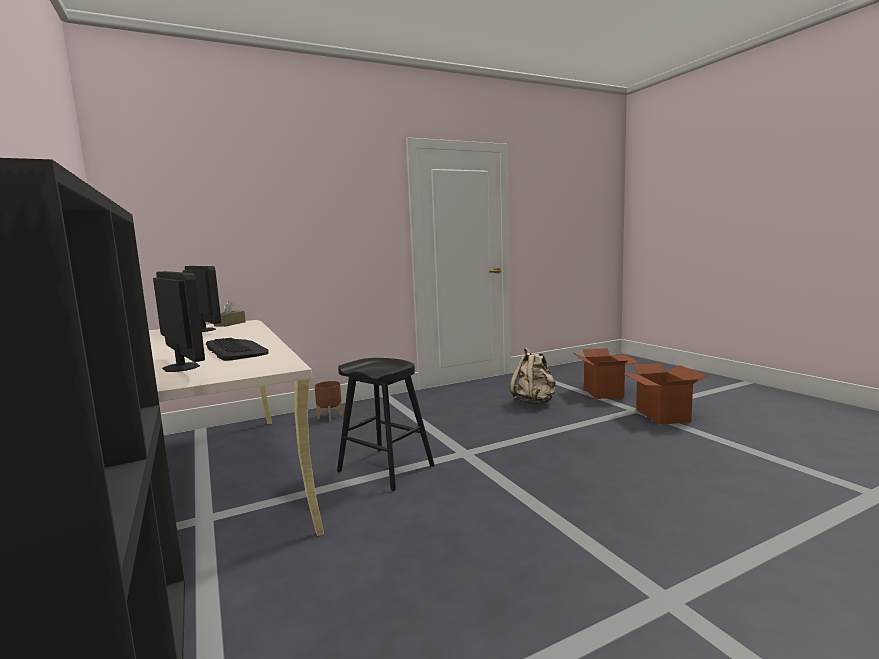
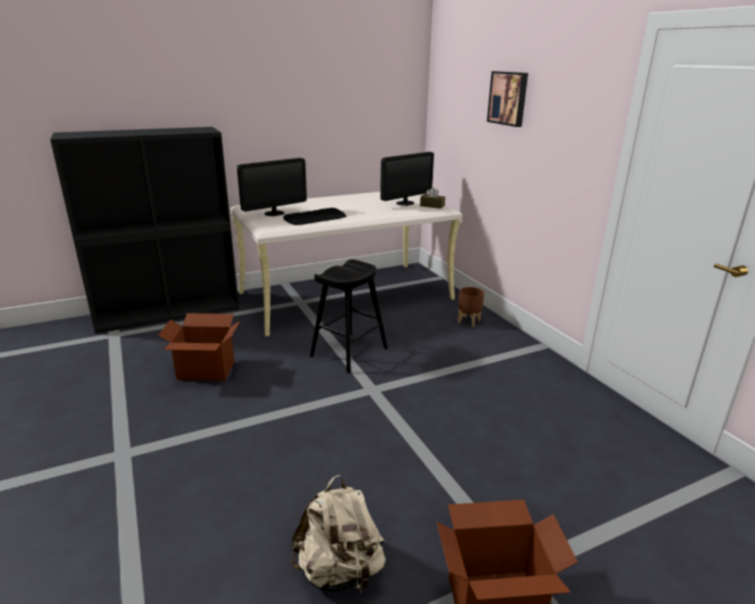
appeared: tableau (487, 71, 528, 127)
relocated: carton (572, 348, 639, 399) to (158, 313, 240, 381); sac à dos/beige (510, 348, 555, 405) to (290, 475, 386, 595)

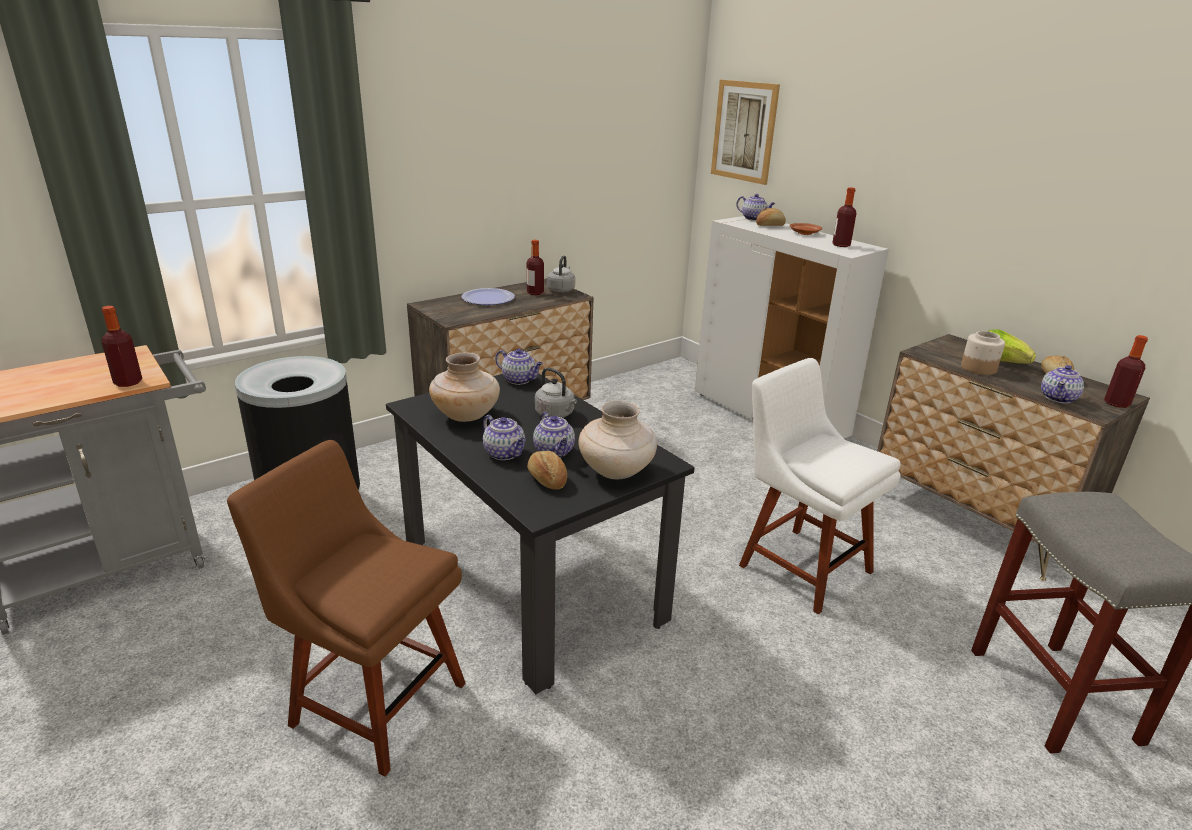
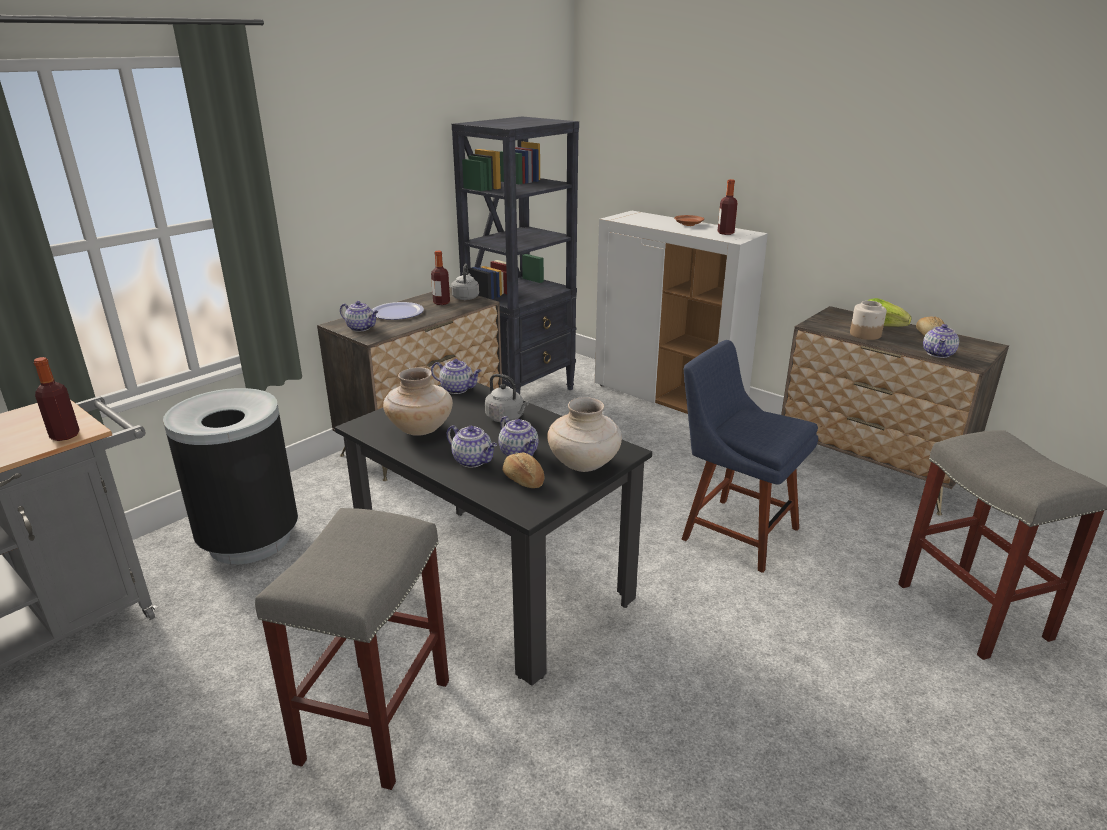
missing: tableau (711, 80, 780, 185); pain (756, 208, 786, 226); bouteille (1104, 335, 1148, 408)
appeared: bibliothèque/noir (452, 117, 579, 394)
relocated: théière (736, 194, 775, 221) to (340, 301, 378, 332)
exchanged: chaise/marron (227, 440, 466, 777) to tabouret/gris (255, 508, 449, 790)
colour: chaise/blanc (739, 358, 901, 614) to chaise/bleu (681, 340, 818, 573)

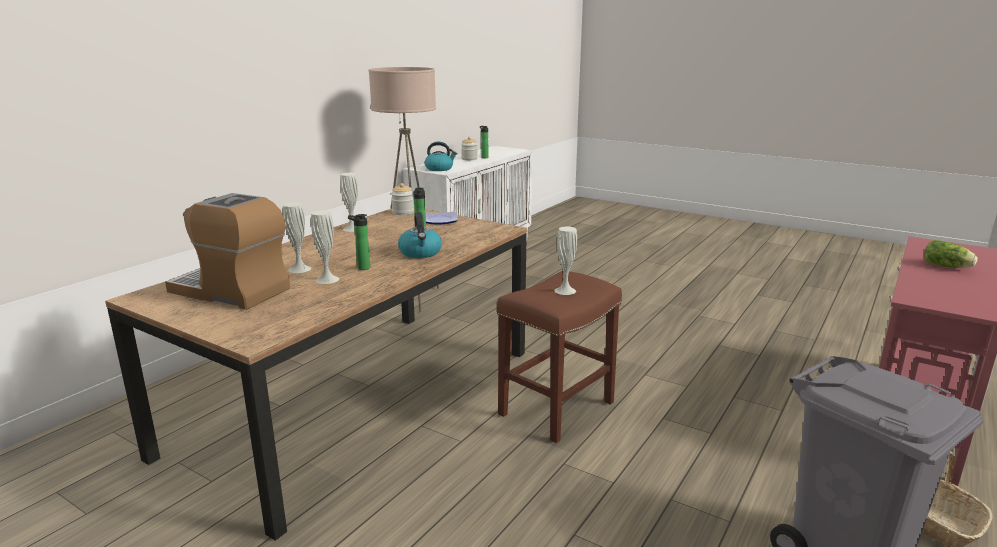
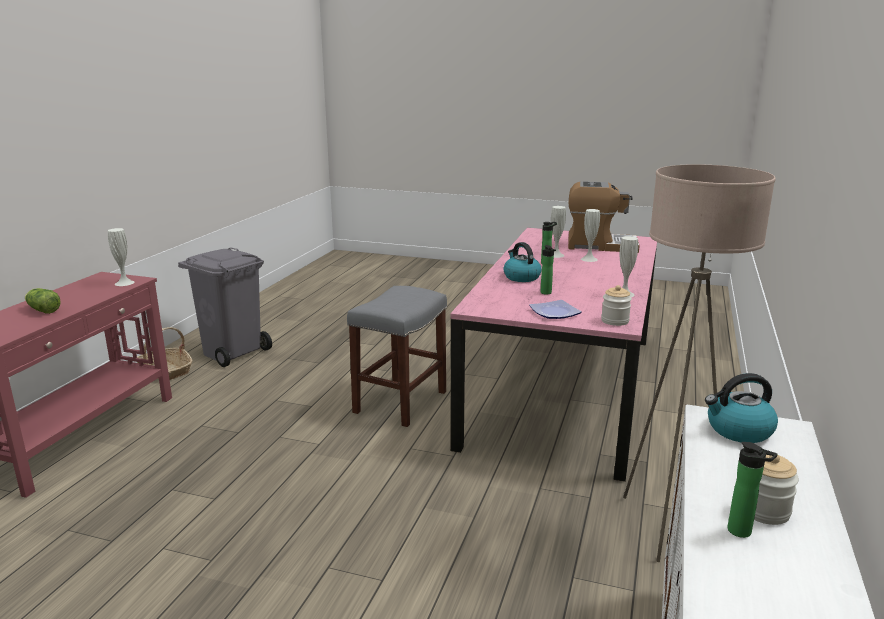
relocated: vase/blanc (554, 227, 577, 295) to (108, 228, 134, 286)
colour: tabouret/marron (497, 271, 622, 443) to tabouret/gris (347, 286, 447, 427); table à manger/marron (105, 208, 527, 541) to table à manger/rose (450, 228, 657, 482)

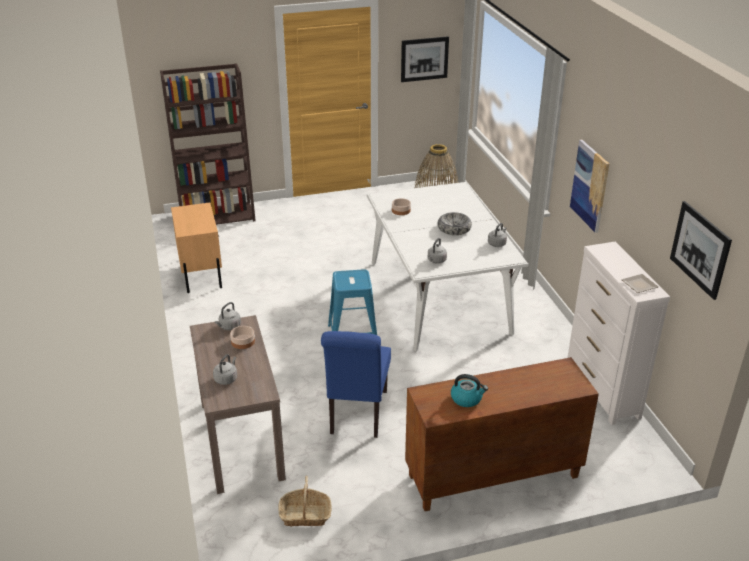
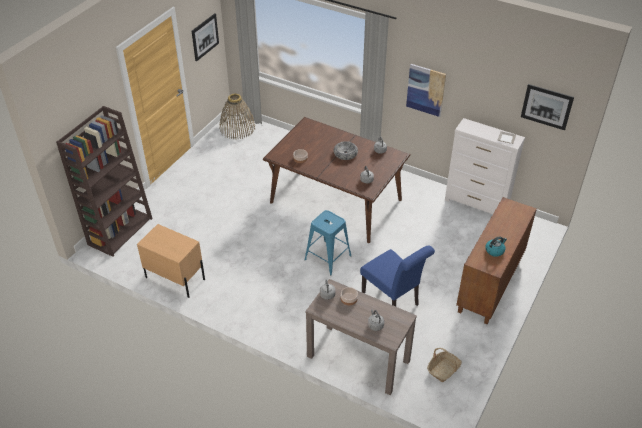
colour: table à manger/blanc (367, 182, 528, 351) to table à manger/marron (263, 117, 410, 243)

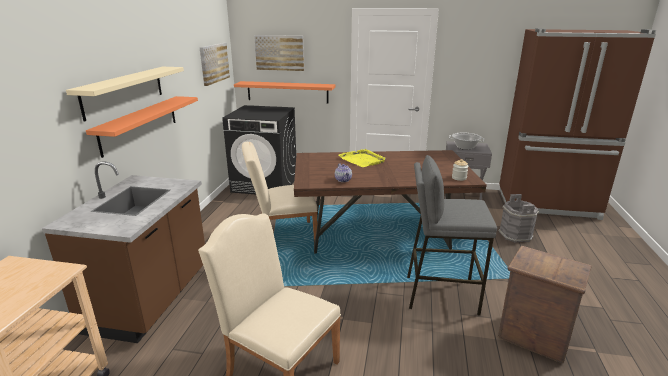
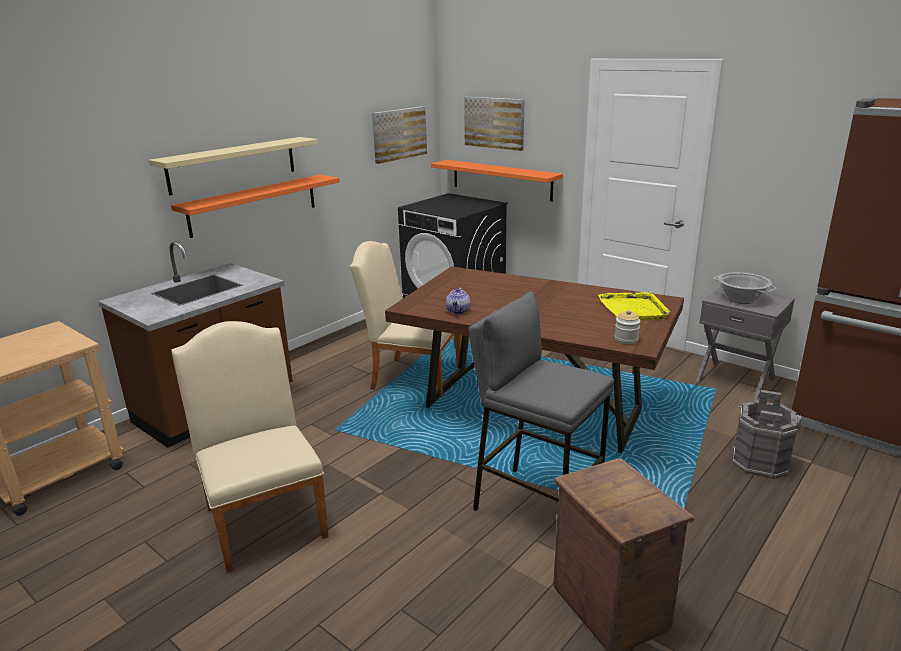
relocated: plateau/jaune (338, 149, 386, 167) to (598, 292, 670, 321)

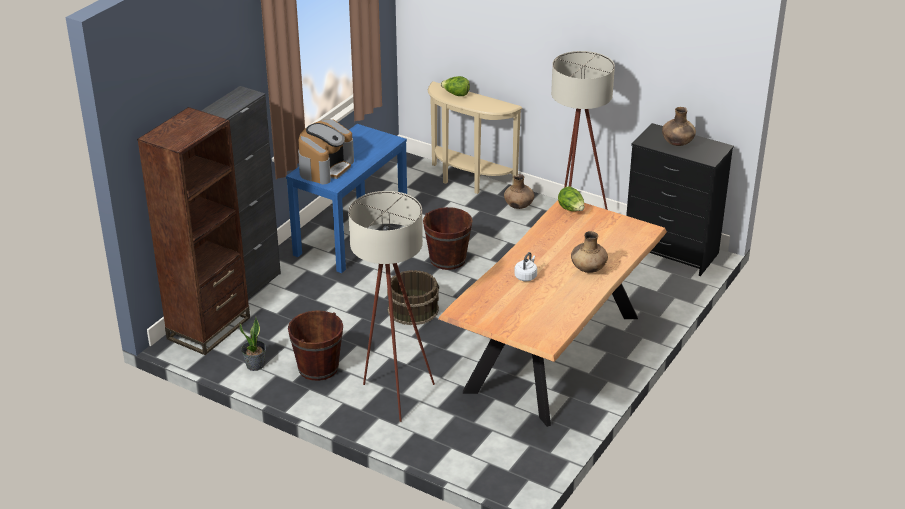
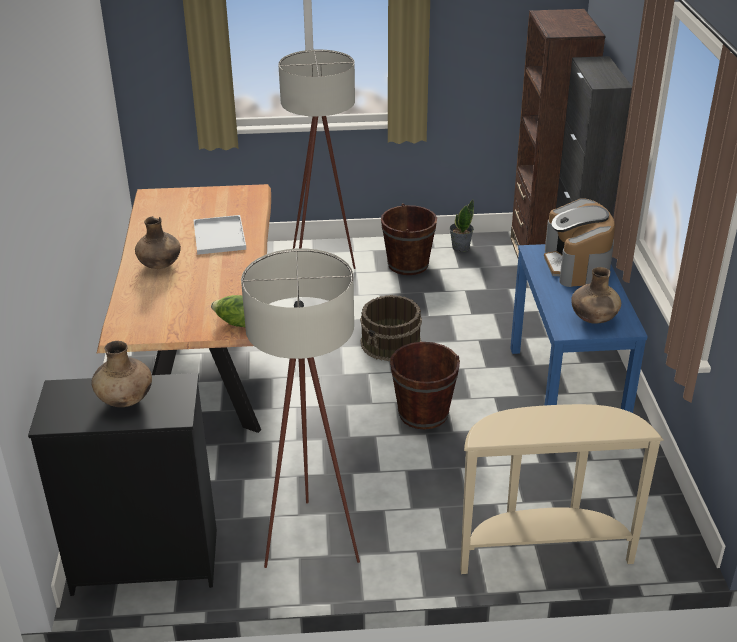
missing: laitue (441, 76, 470, 96)
relocated: vase/marron (504, 174, 535, 209) to (571, 267, 621, 324)
exchanged: bouilloire/blanc (514, 252, 537, 281) to plateau/blanc (194, 215, 246, 255)

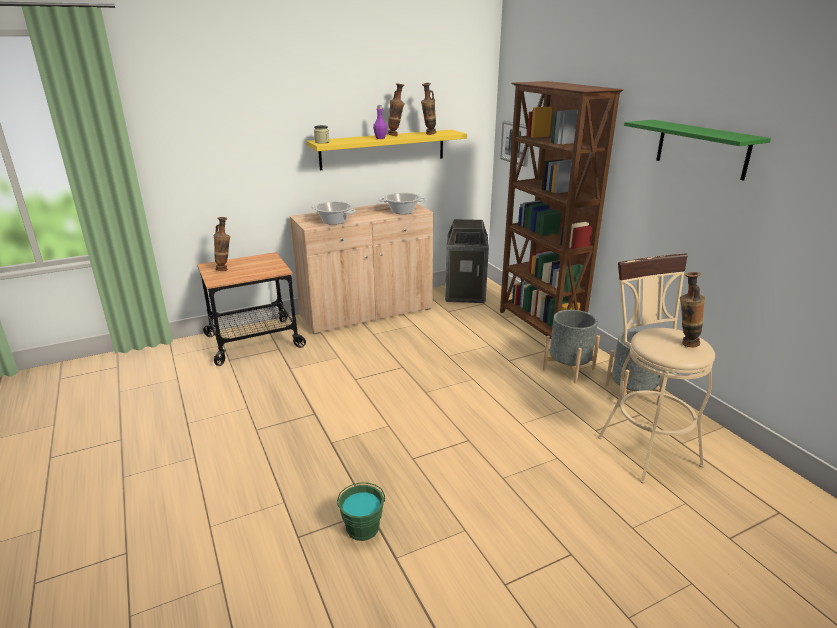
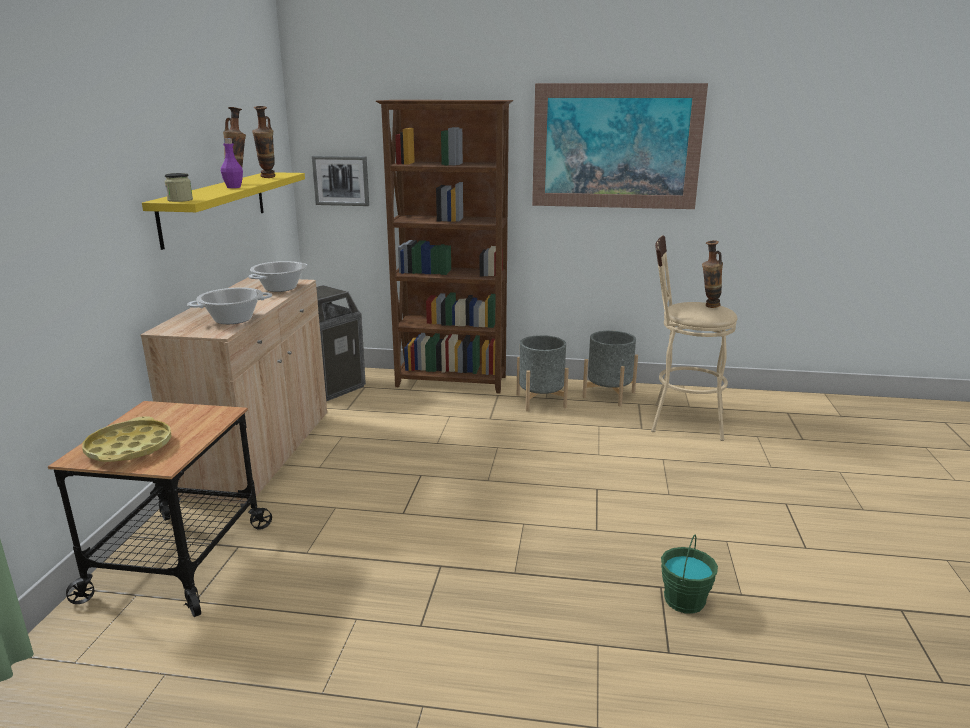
exchanged: vase (214, 217, 230, 271) to plateau/jaune (82, 416, 172, 462); étagère/vert (624, 120, 771, 181) to tableau (532, 83, 708, 209)

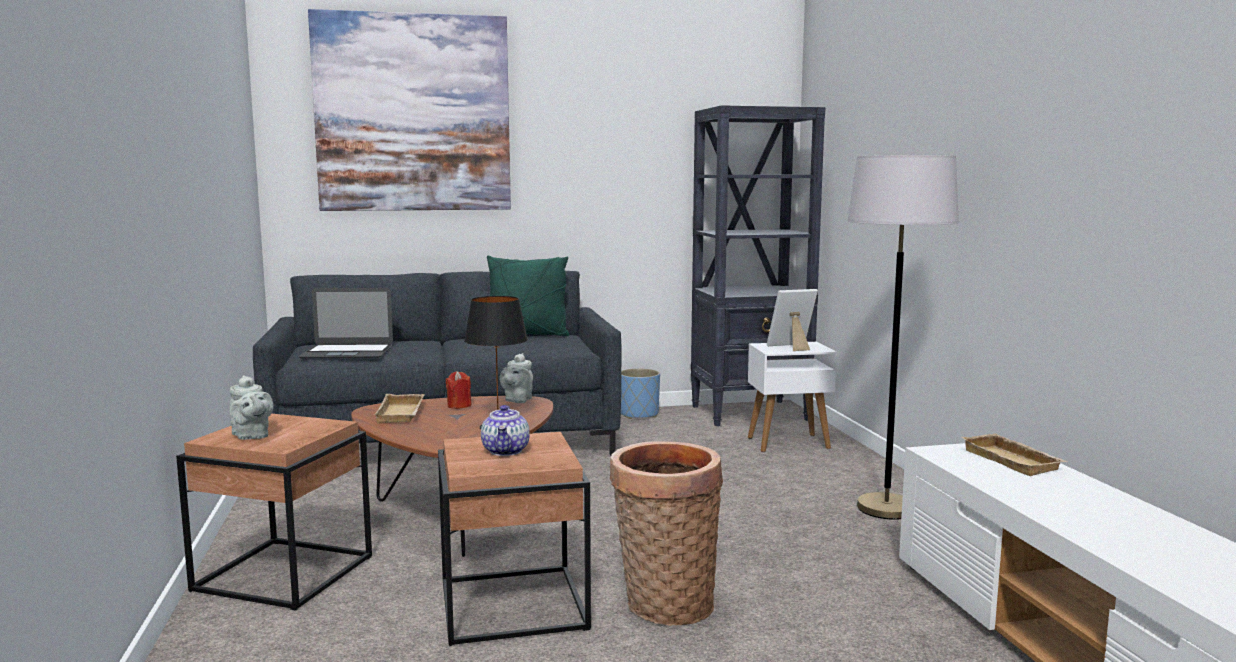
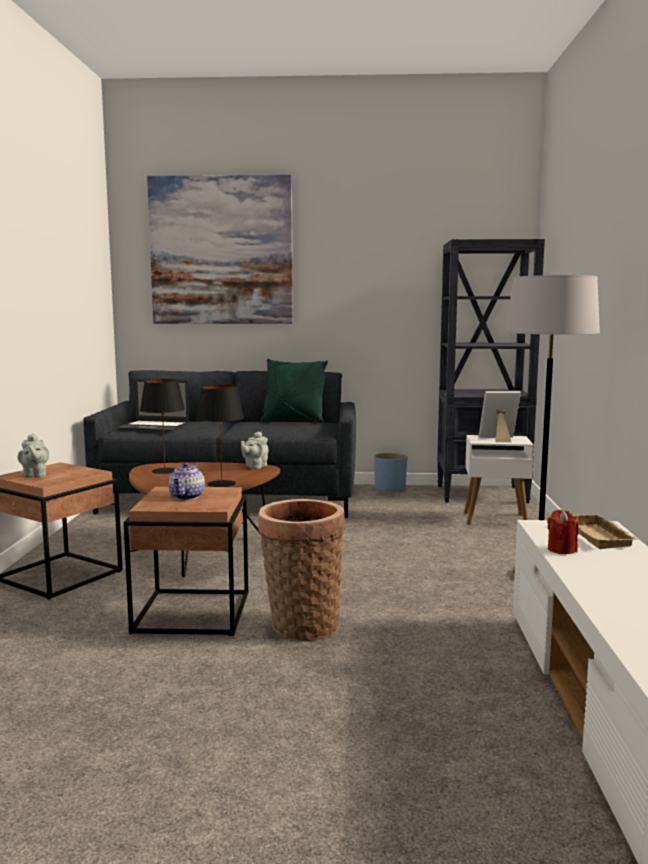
relocated: bougie/rouge (446, 371, 472, 409) to (547, 510, 579, 554)
exchanged: plateau/beige (374, 394, 424, 424) to lampe de table/noir (140, 379, 185, 474)

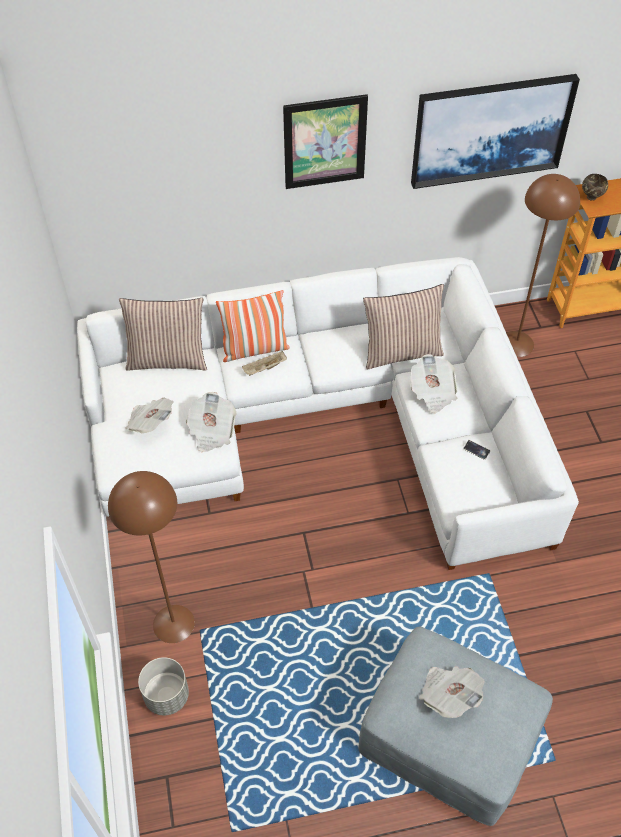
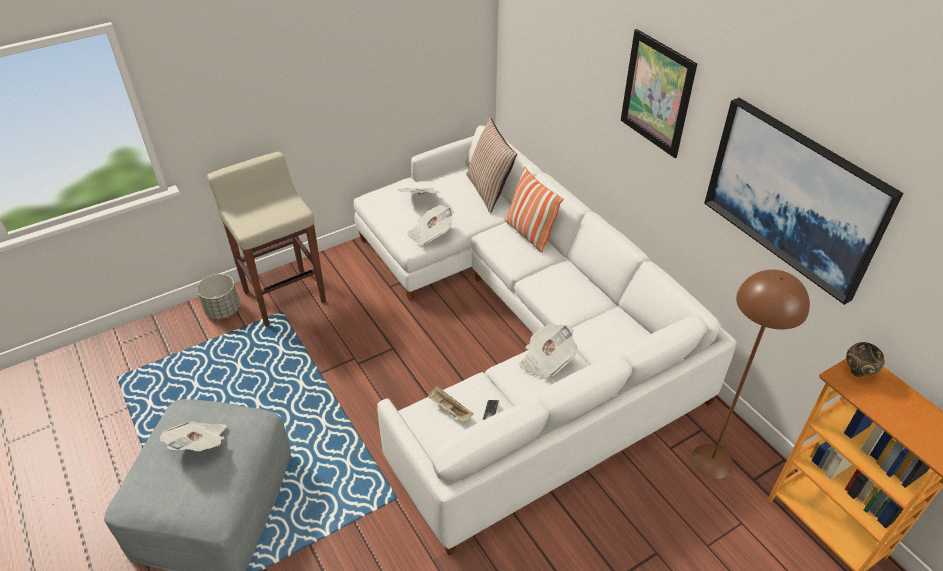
missing: coussin (363, 284, 444, 369)
relocated: plateau/beige (242, 351, 287, 376) to (427, 386, 474, 422)
exchanged: lampadaire/marron (108, 471, 195, 643) to tabouret/beige (207, 152, 326, 327)

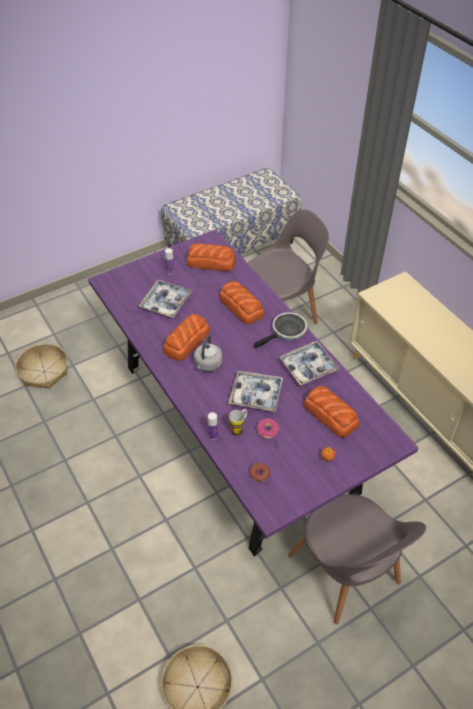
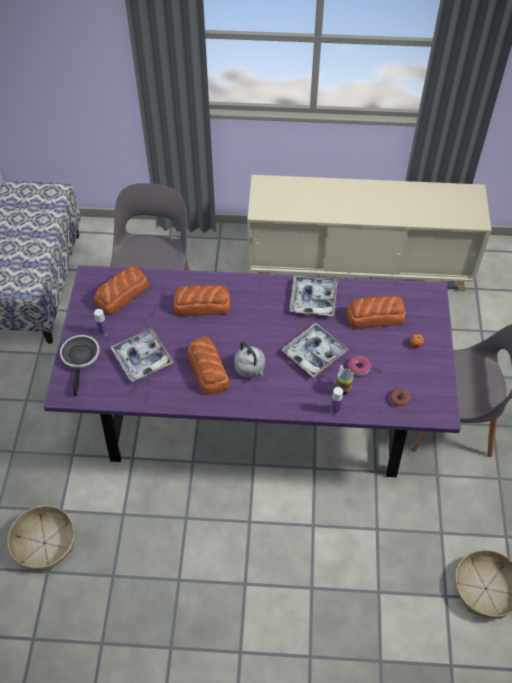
relocated: poêle (254, 312, 307, 348) to (60, 335, 100, 397)

